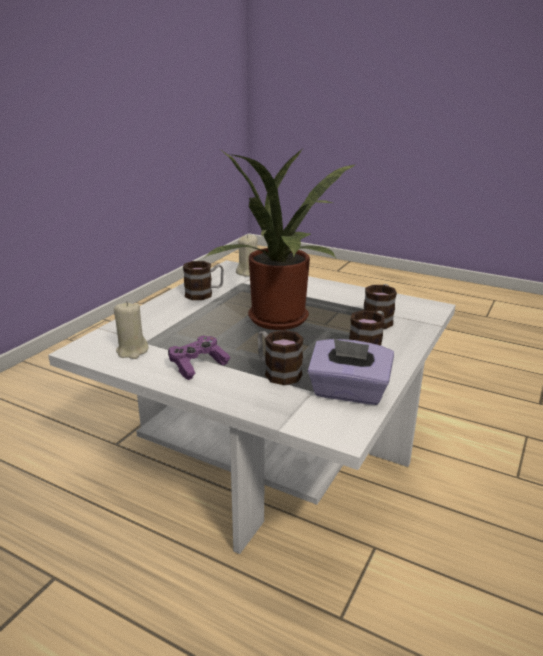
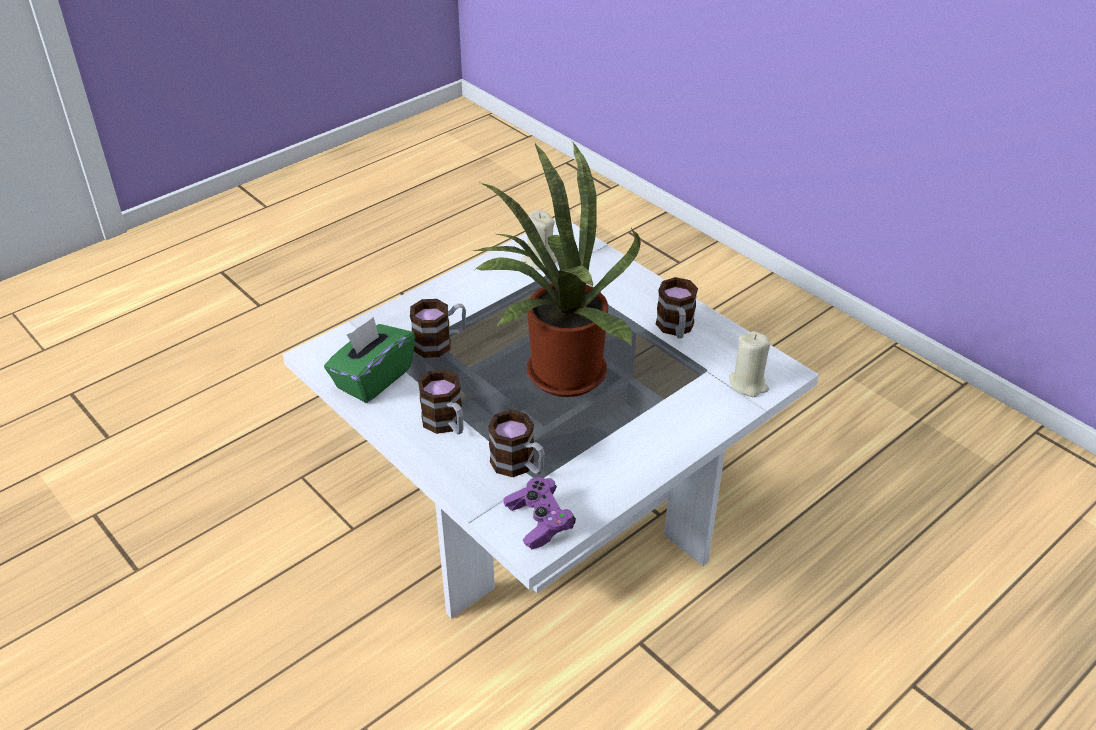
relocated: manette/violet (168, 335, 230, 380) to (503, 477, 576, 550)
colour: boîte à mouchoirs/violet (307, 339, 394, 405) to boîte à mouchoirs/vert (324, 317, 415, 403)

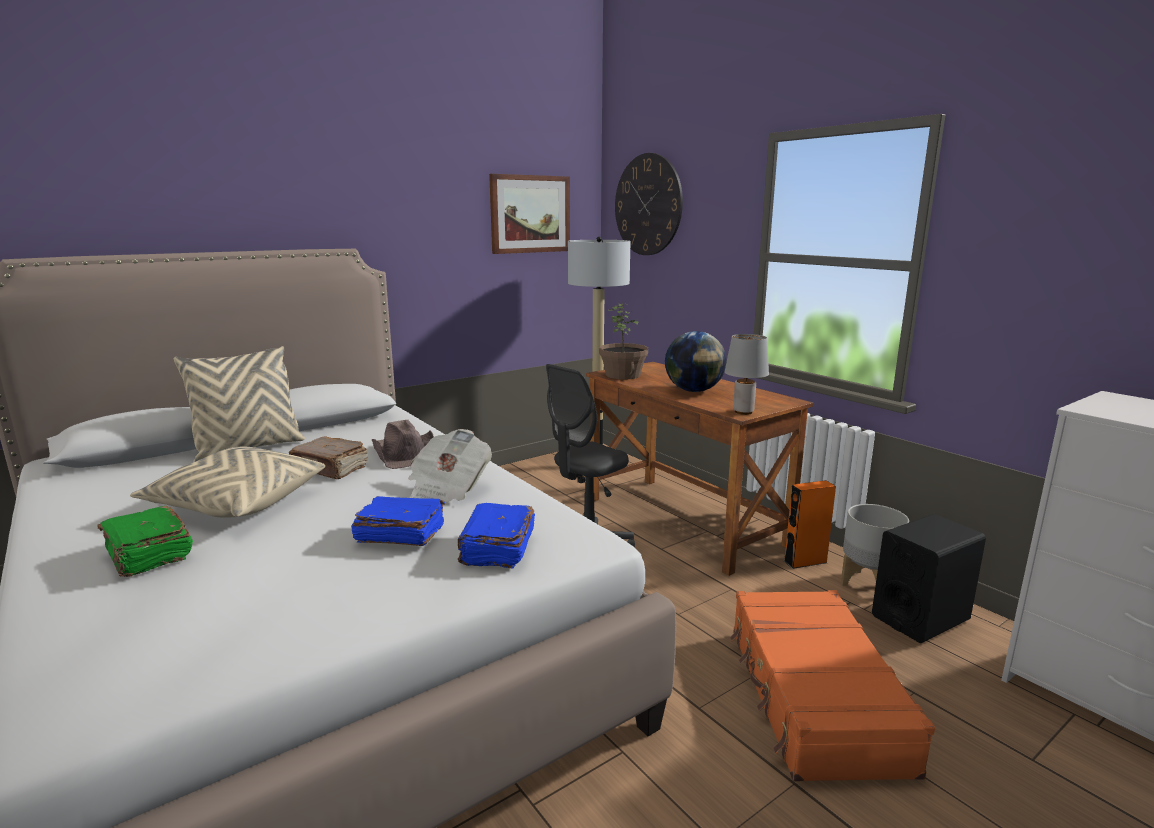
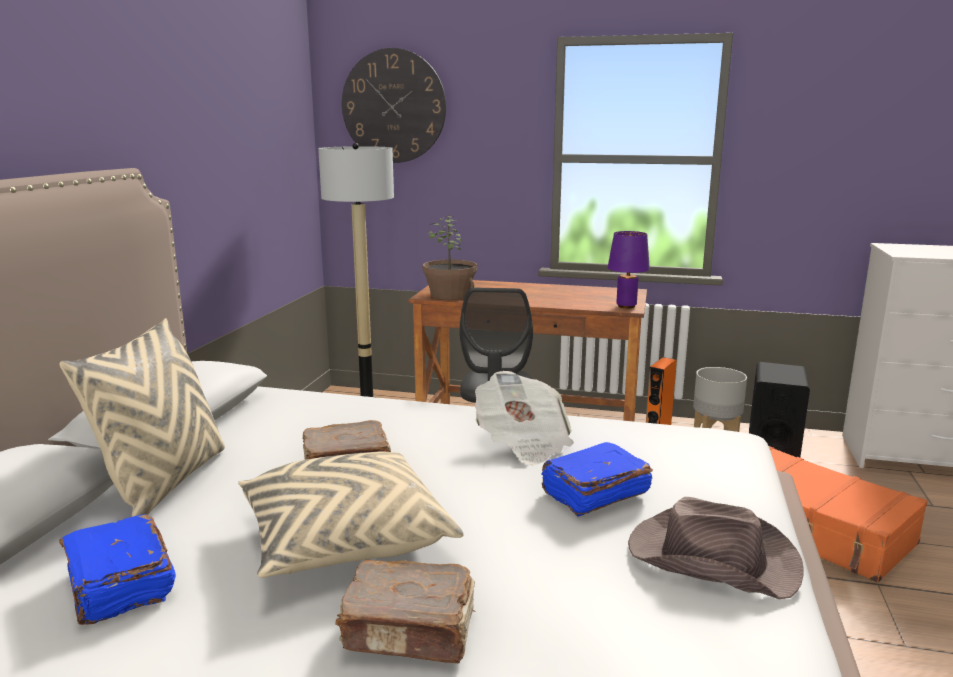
missing: tableau (489, 174, 570, 254); globe (665, 331, 726, 392)
relocated: livre/bleu (458, 503, 535, 568) to (59, 514, 176, 625); chapeau/marron (372, 420, 434, 469) to (628, 497, 803, 599)
colour: livre/vert (97, 506, 193, 577) to livre/marron (335, 560, 476, 663); lampe de table/gris (725, 334, 769, 415) to lampe de table/violet (608, 231, 650, 308)

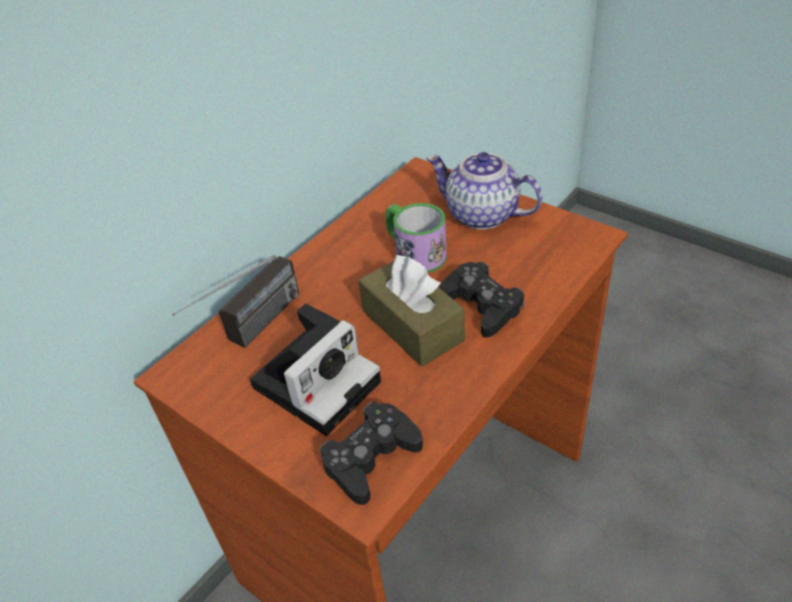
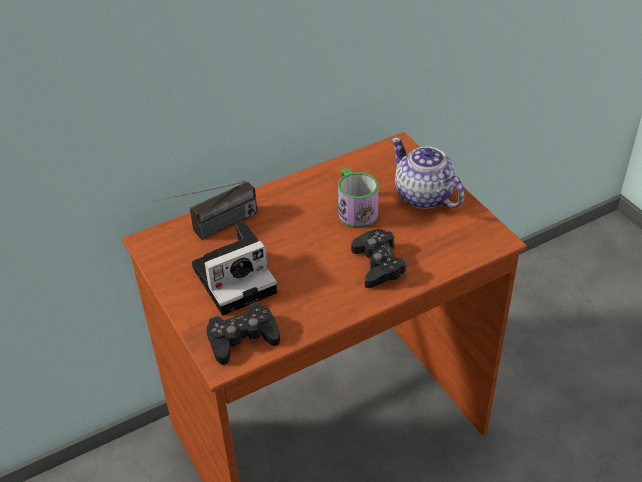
missing: boîte à mouchoirs/marron (358, 255, 465, 367)

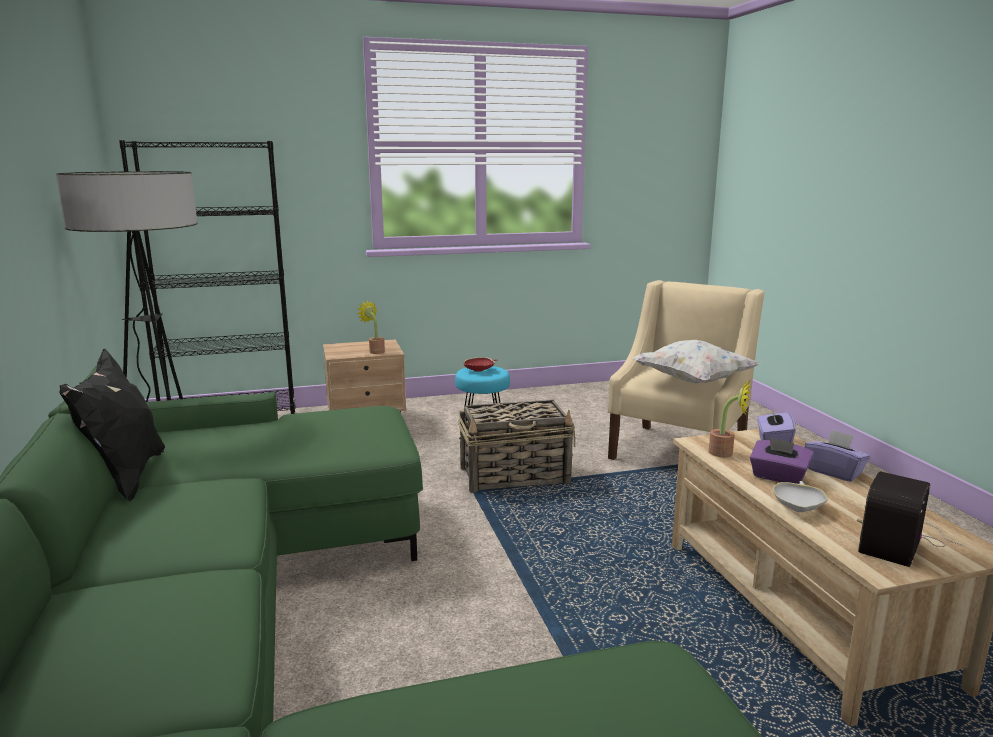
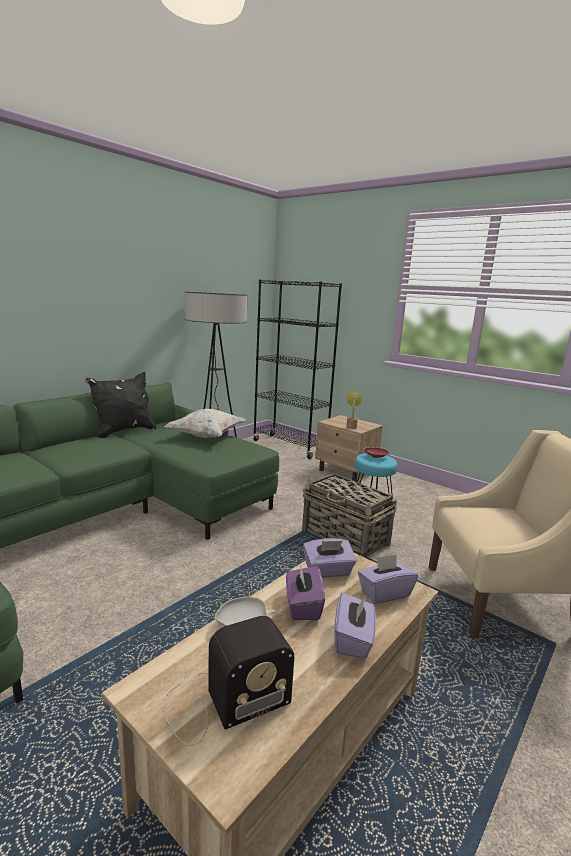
relocated: coussin/blanc (632, 340, 760, 383) to (164, 409, 246, 438)
exchanged: plante en pot (709, 381, 751, 457) to boîte à mouchoirs/violet (303, 538, 357, 578)
spun: radio (857, 471, 963, 567) = (163, 616, 294, 746) 150 degrees clockwise

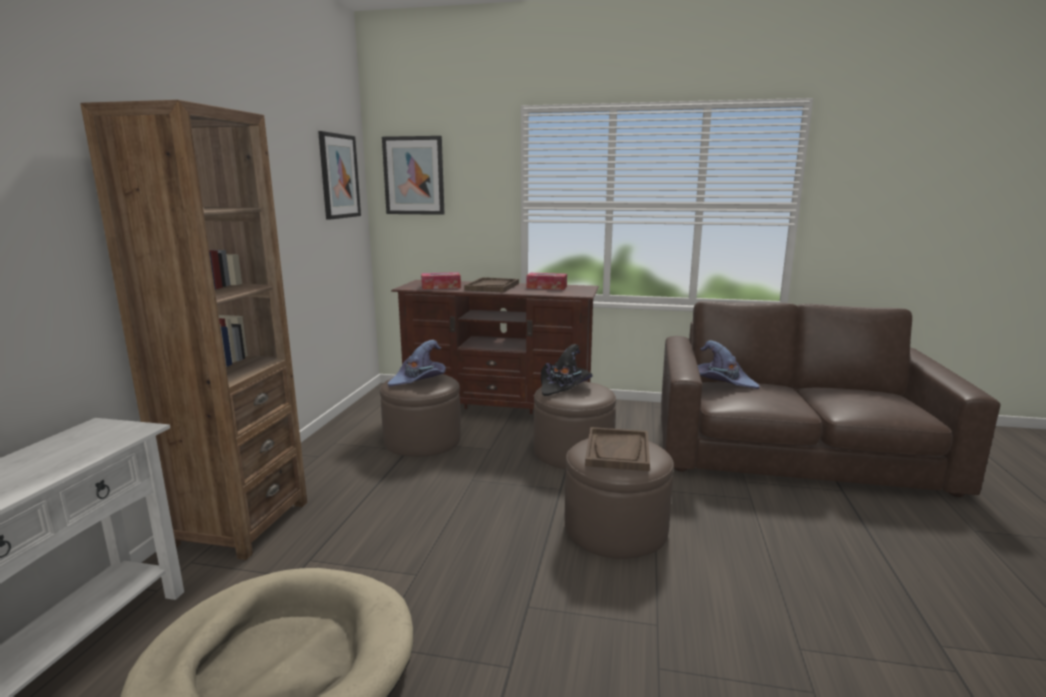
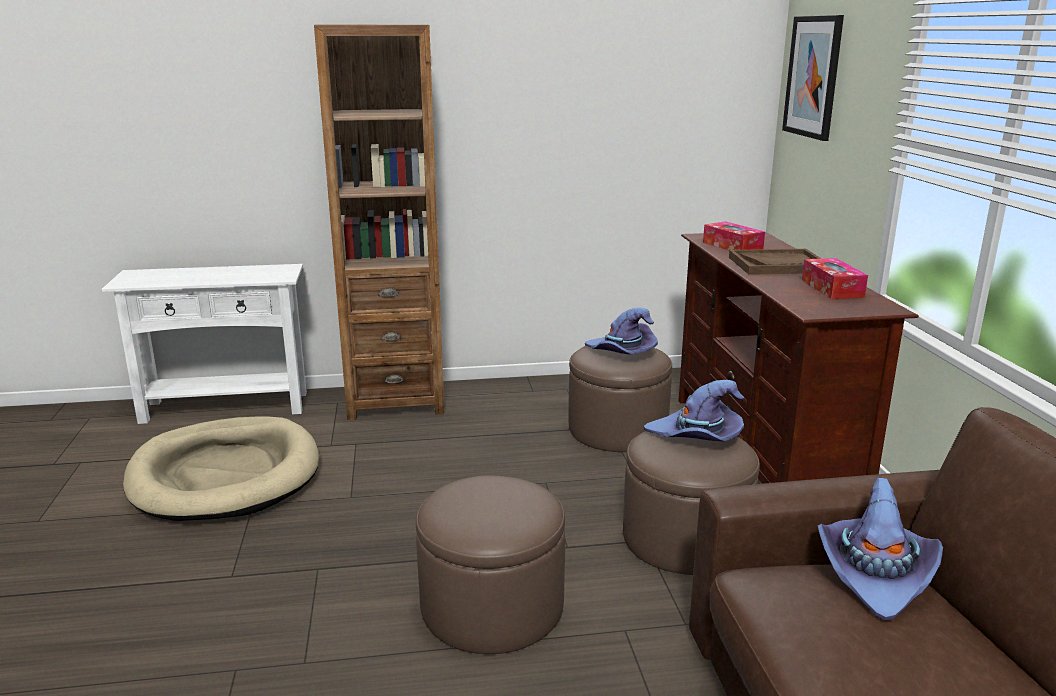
missing: tableau (318, 131, 361, 220); plateau/marron (585, 427, 650, 471)
colour: chapeau/noir (541, 344, 593, 396) to chapeau/violet (644, 380, 744, 442)

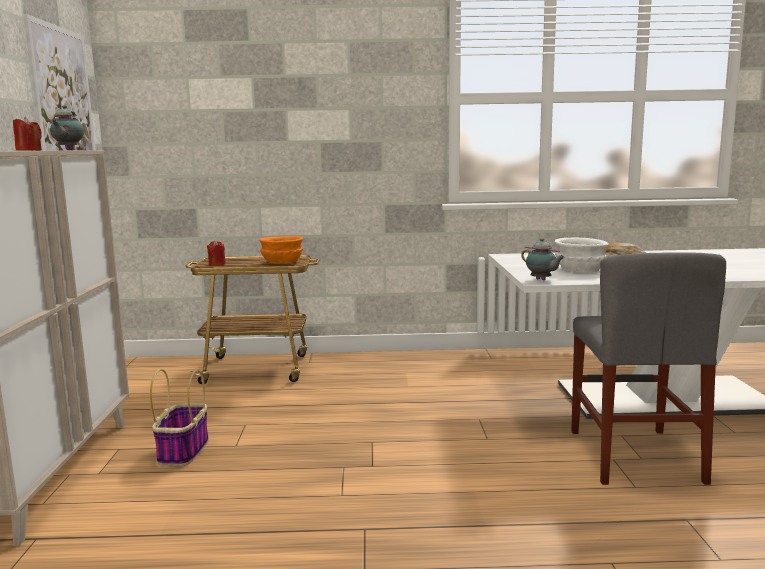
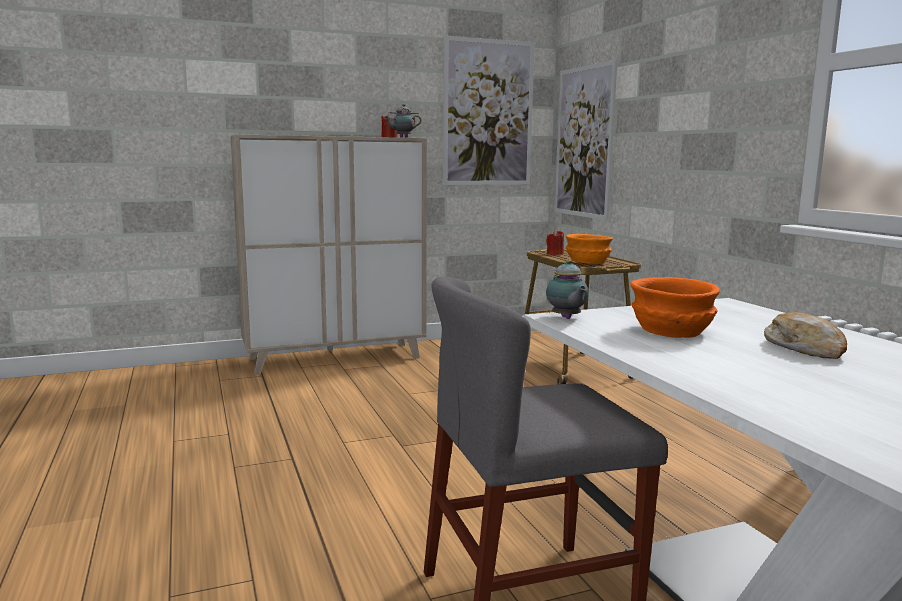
missing: panier (150, 369, 209, 466)
appeared: tableau (554, 59, 618, 220)
colour: bol/blanc (555, 238, 609, 273) to bol/orange (630, 277, 720, 338)
spun: théière (521, 238, 565, 280) = (546, 259, 589, 319) 45 degrees counterclockwise

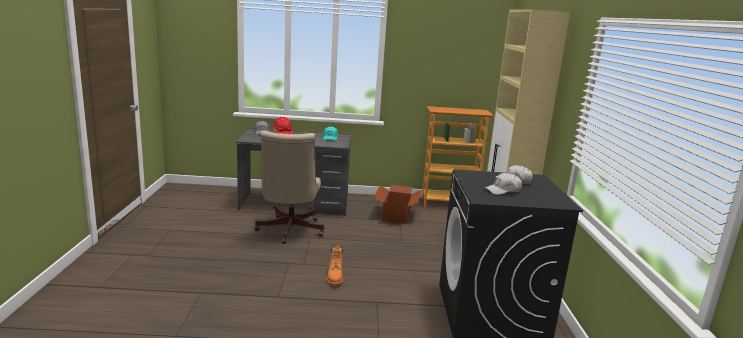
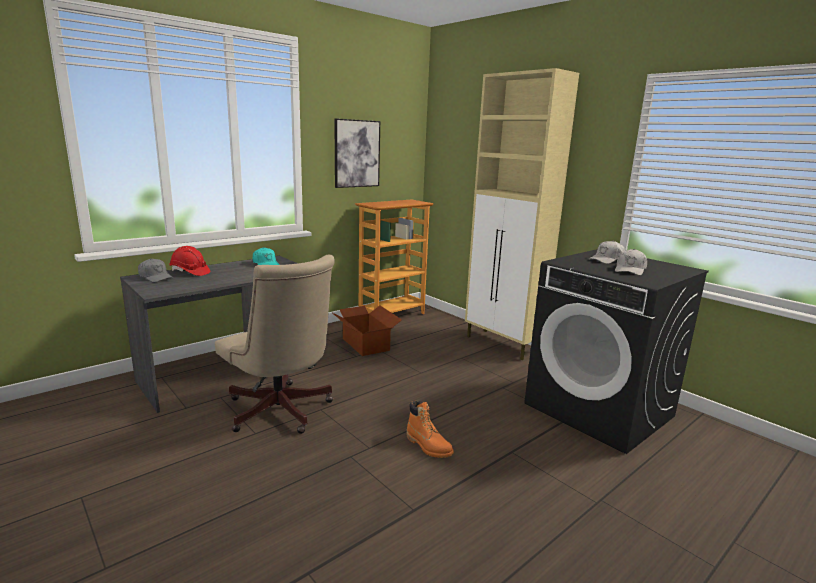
appeared: tableau (334, 118, 380, 188)

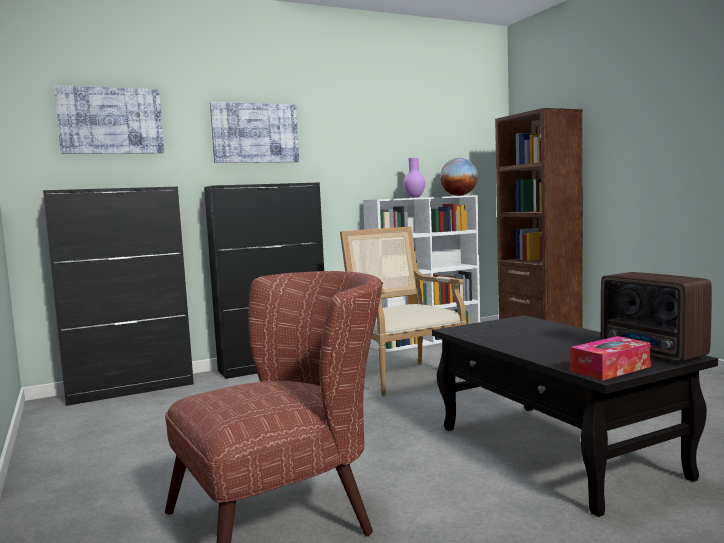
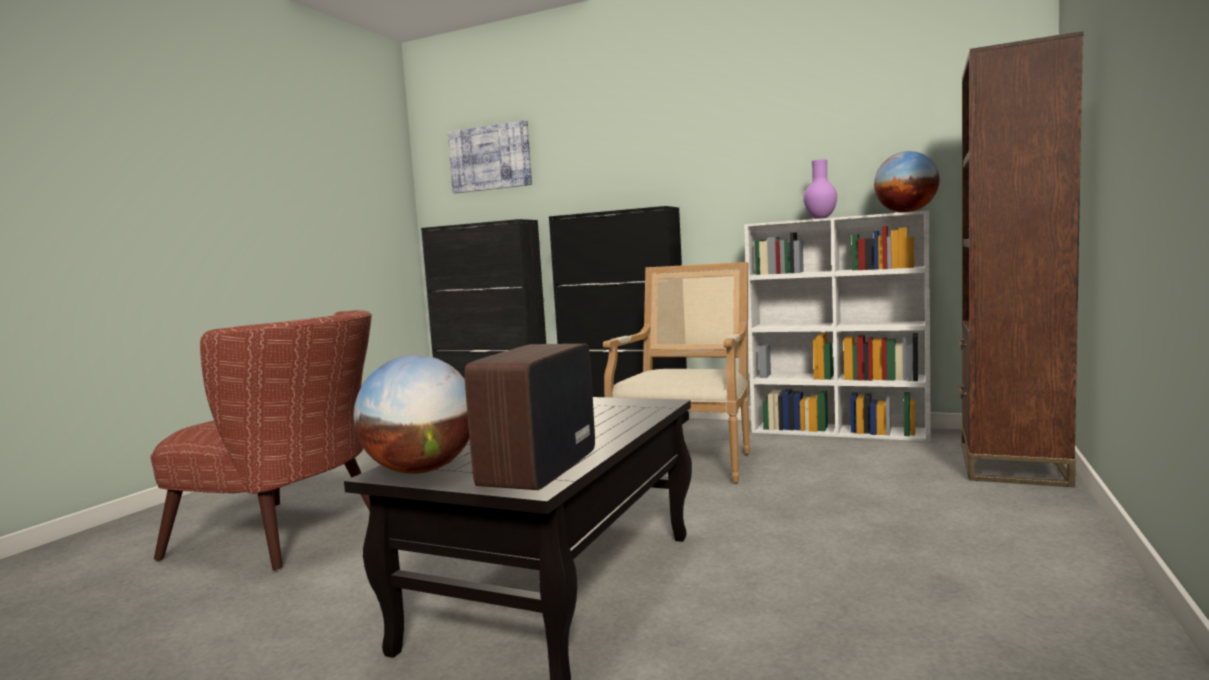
missing: tableau (210, 102, 299, 163)
exchanged: boîte à mouchoirs (570, 336, 651, 380) to globe (353, 355, 470, 474)

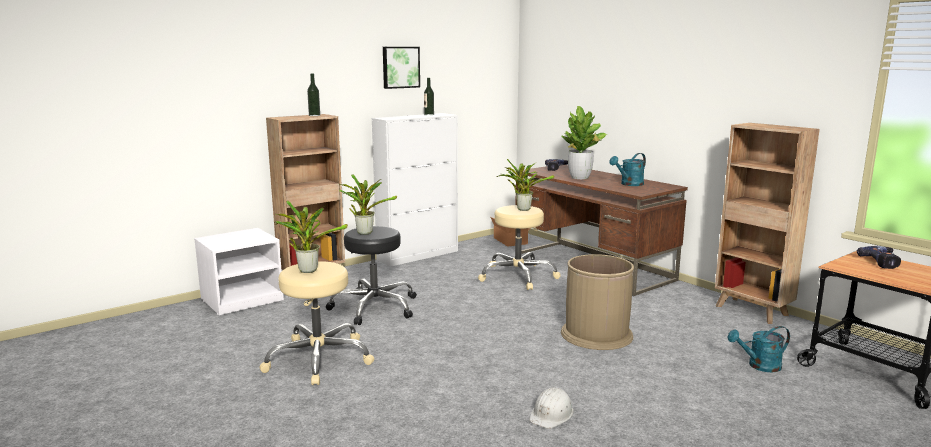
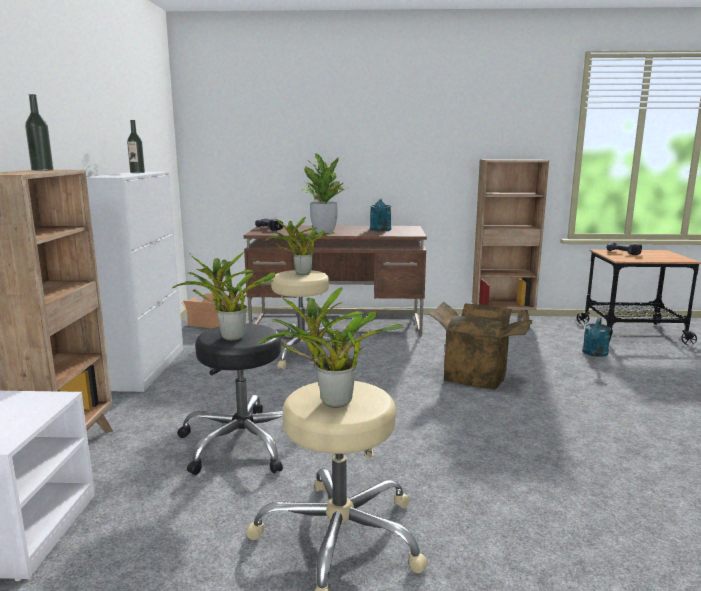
missing: tableau (383, 47, 420, 89); casque de chantier/blanc (529, 387, 573, 429)
exchanged: poubelle/marron (561, 254, 634, 350) to carton (428, 301, 533, 390)

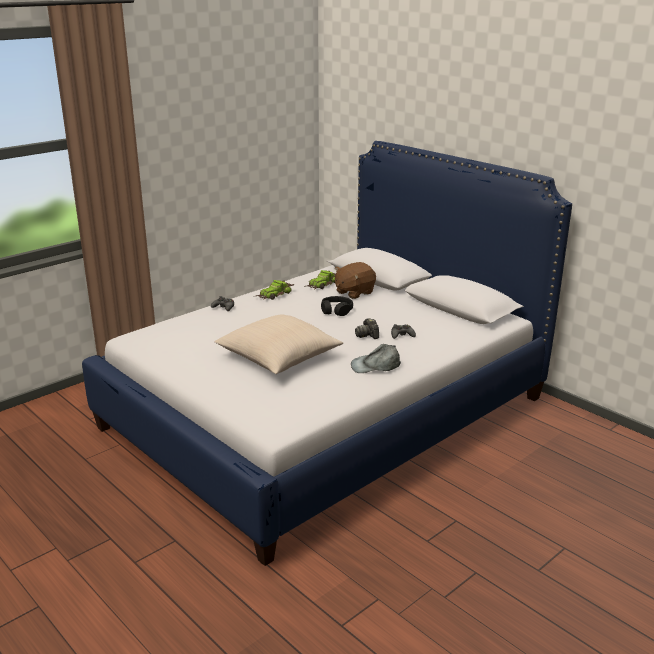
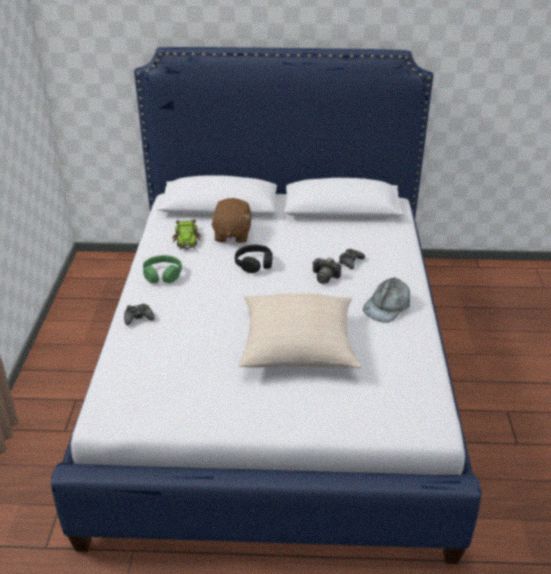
exchanged: petite voiture (256, 280, 294, 300) to casque audio/vert (143, 255, 182, 283)

